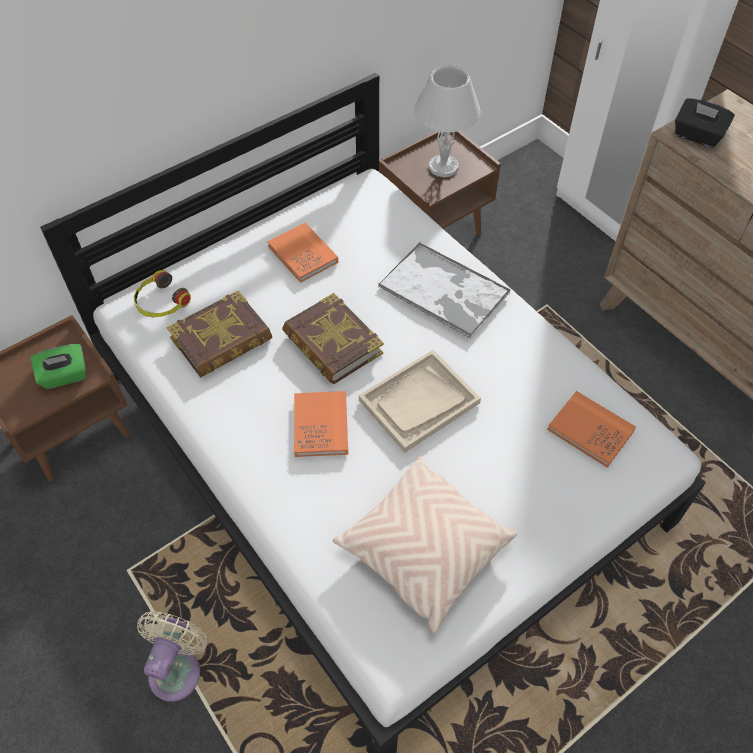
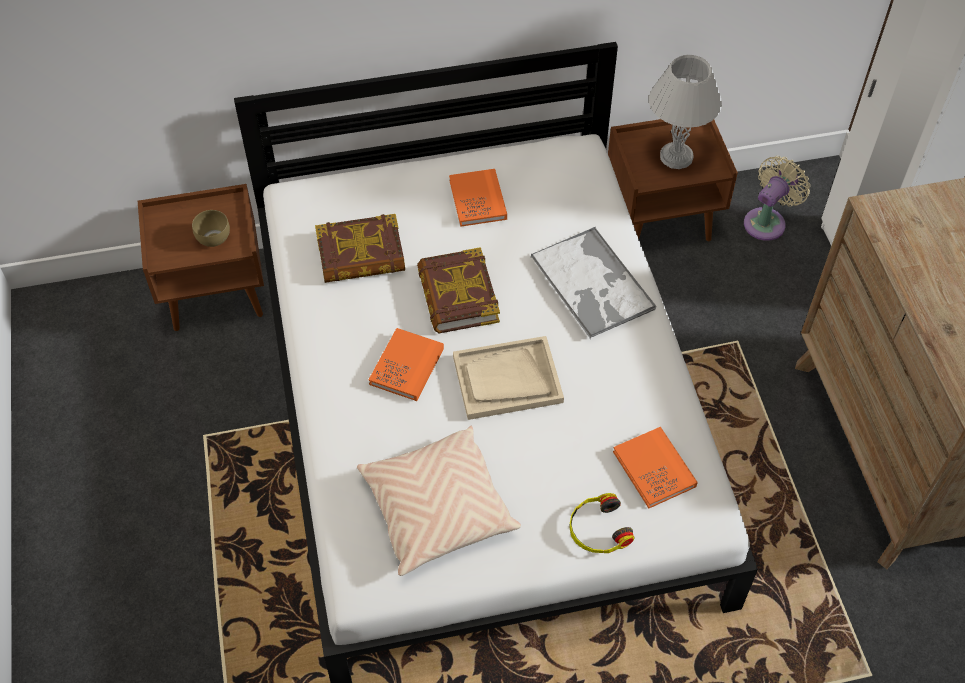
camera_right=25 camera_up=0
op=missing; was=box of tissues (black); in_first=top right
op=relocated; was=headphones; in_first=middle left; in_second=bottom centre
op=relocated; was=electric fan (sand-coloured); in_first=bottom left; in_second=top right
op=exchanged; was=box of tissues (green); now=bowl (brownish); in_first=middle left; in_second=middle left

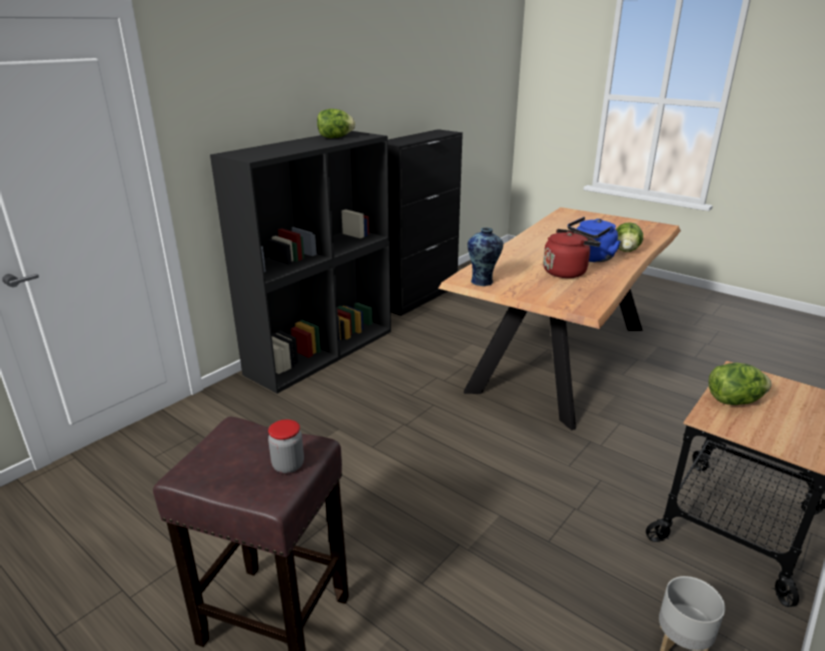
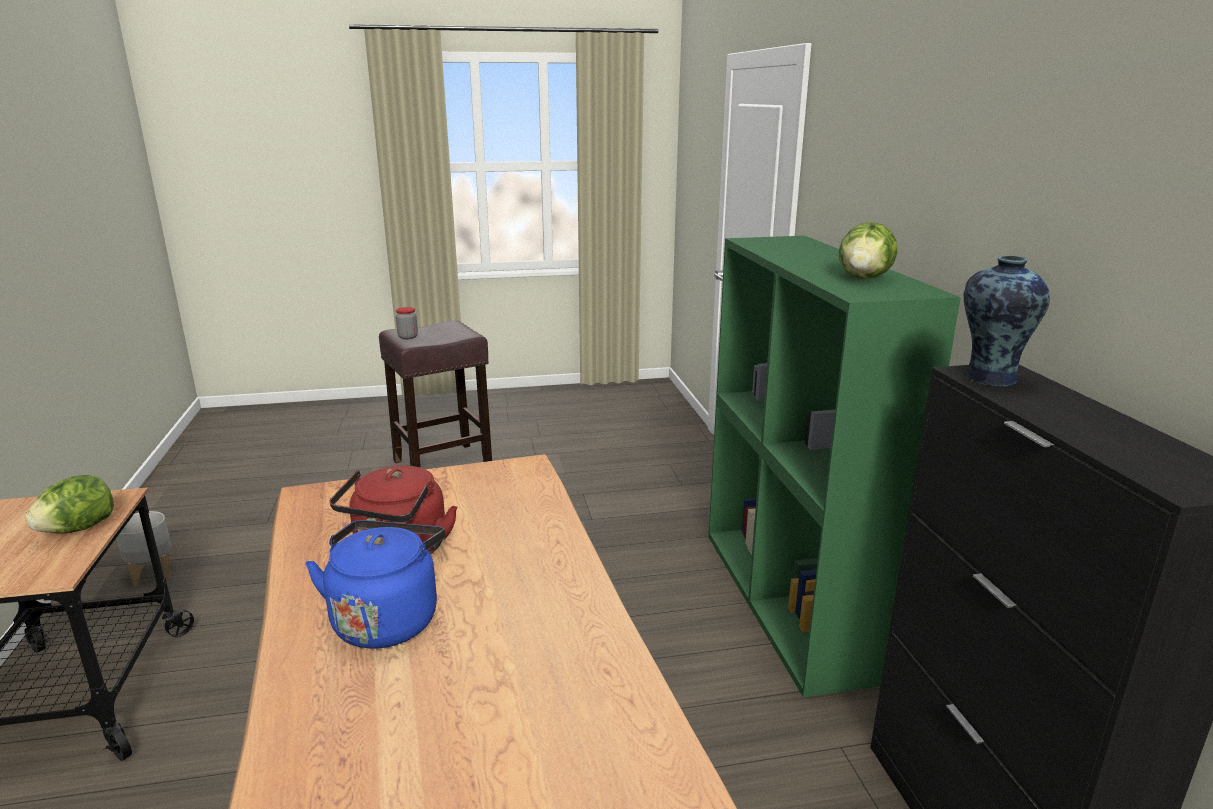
camera_right=130 camera_up=-5
op=missing; was=lettuce (no. 2 from left); in_first=middle right
op=relocated; was=flower vase; in_first=centre; in_second=middle right
op=colour; was=shelving unit (black); now=shelving unit (green); in_first=centre; in_second=middle right

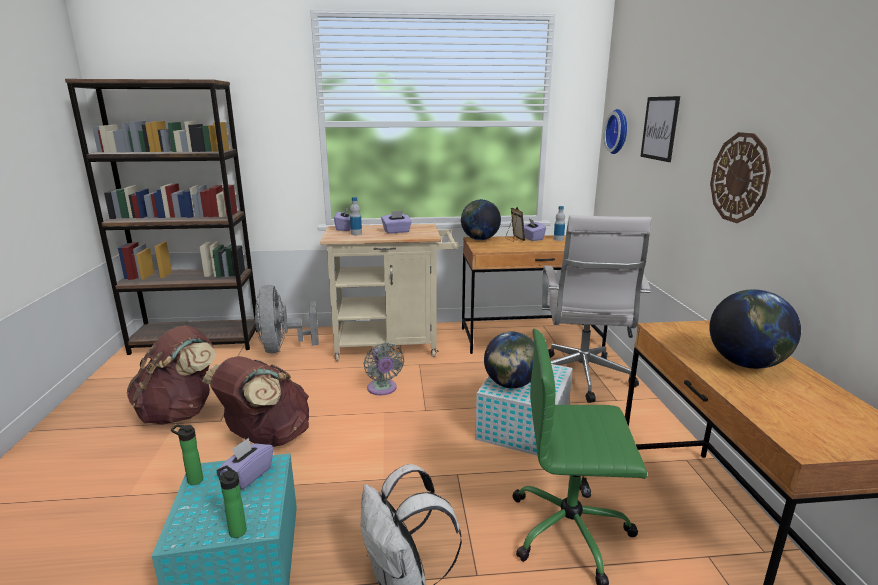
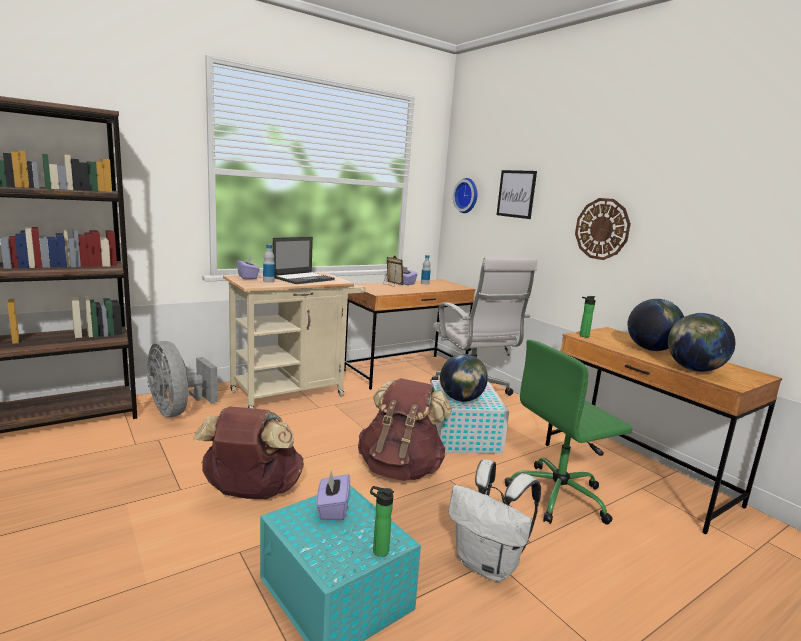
camera_right=-30 camera_up=-5
op=missing; was=electric fan (grey) (no. 2 from left); in_first=centre
op=relocated; was=rucksack (brownish) (no. 1 from left in the first image); now=rucksack (brownish) (no. 2 from left); in_first=middle left; in_second=bottom centre
op=relocated; was=beverage bottle (no. 1 from left in the first image); now=beverage bottle (no. 4 from left); in_first=bottom left; in_second=middle right
op=relocated; was=desk globe (no. 1 from left in the first image); now=desk globe (no. 3 from left); in_first=centre; in_second=middle right
op=exchanged; was=box of tissues (purple) (no. 3 from left); now=notebook computer; in_first=centre; in_second=centre

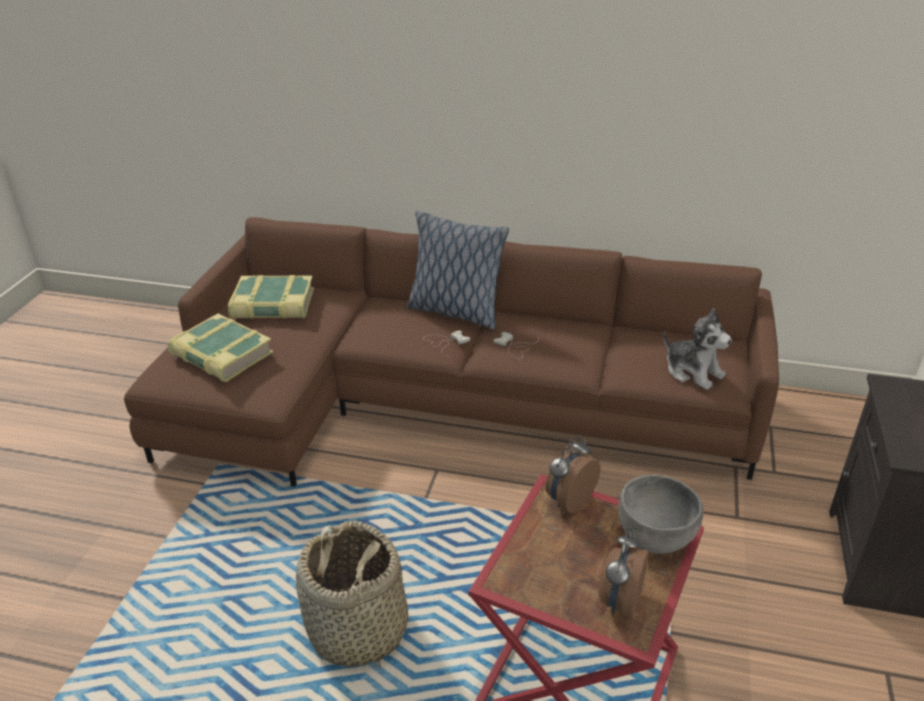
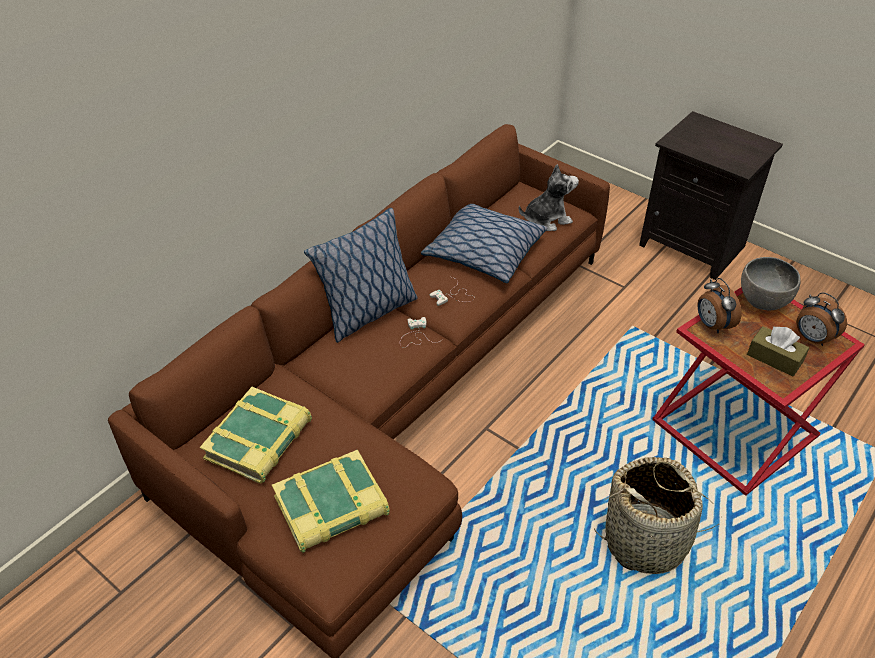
camera_right=-65 camera_up=10
op=appeared; now=pillow (no. 2 from left); in_second=centre
op=appeared; now=box of tissues (brownish); in_second=middle right

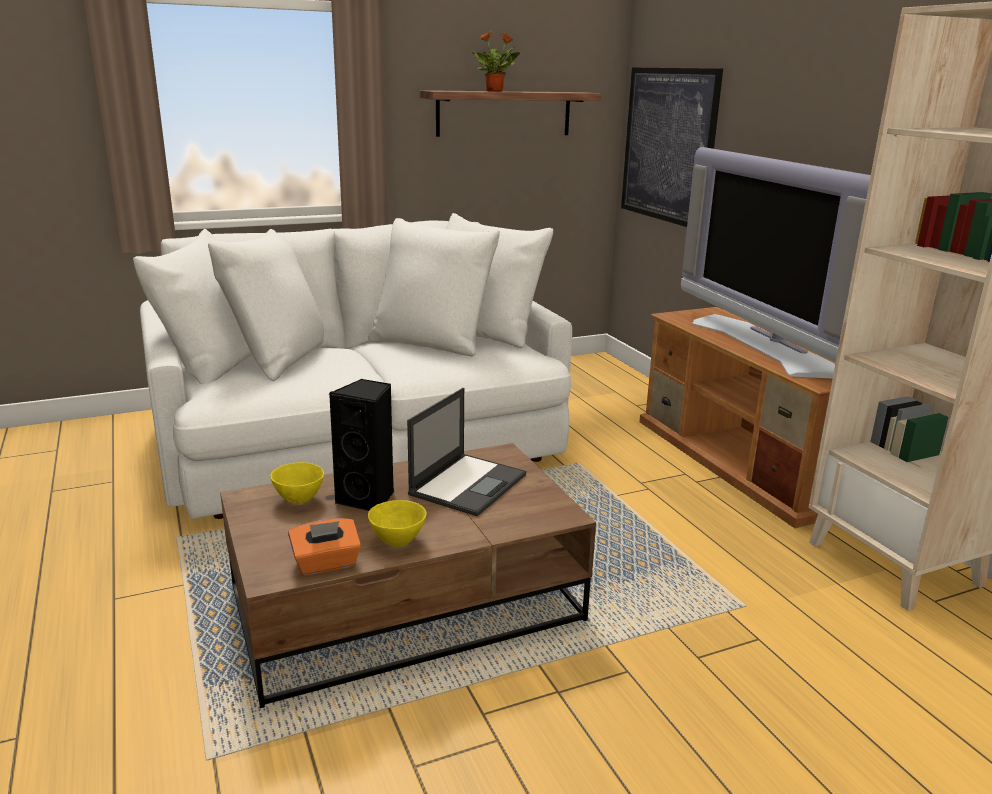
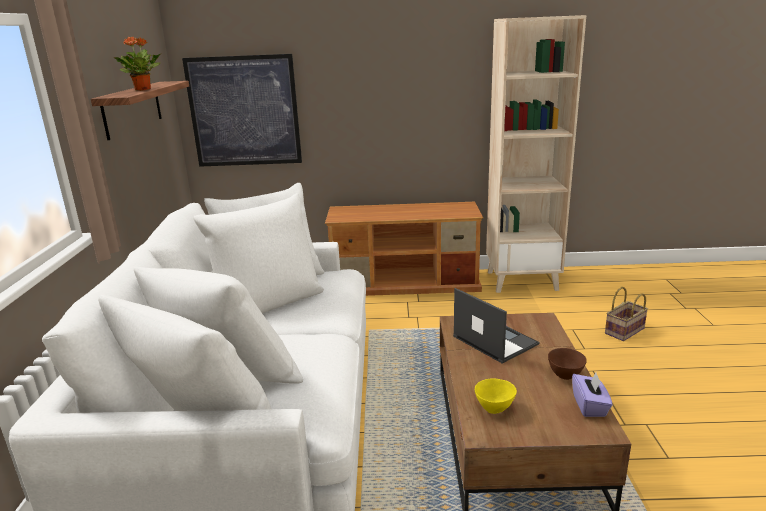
camera_right=-65 camera_up=0
op=missing; was=audio speaker (black); in_first=centre
op=missing; was=television; in_first=top right
op=appeared; now=household basket; in_second=middle right
op=colour; was=box of tissues (orange-coloured); now=box of tissues (purple); in_first=bottom left; in_second=bottom right
op=colour; was=bowl (yellow) (no. 2 from left); now=bowl (brownish); in_first=centre; in_second=bottom right

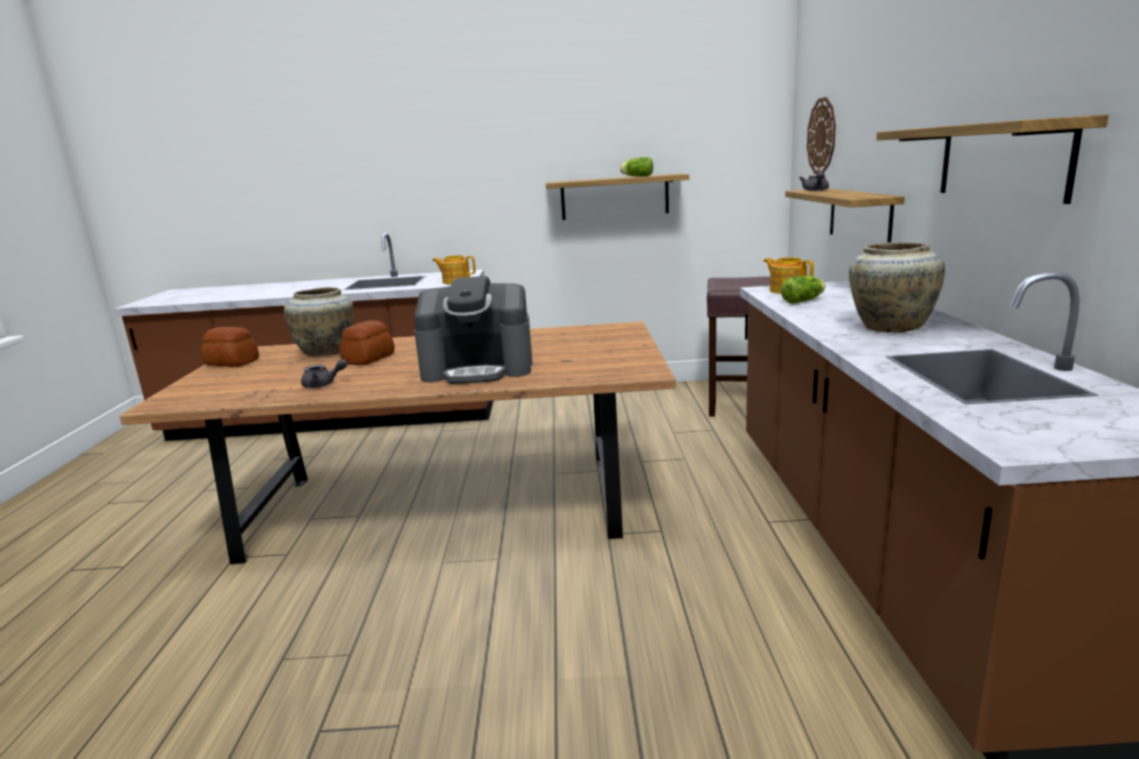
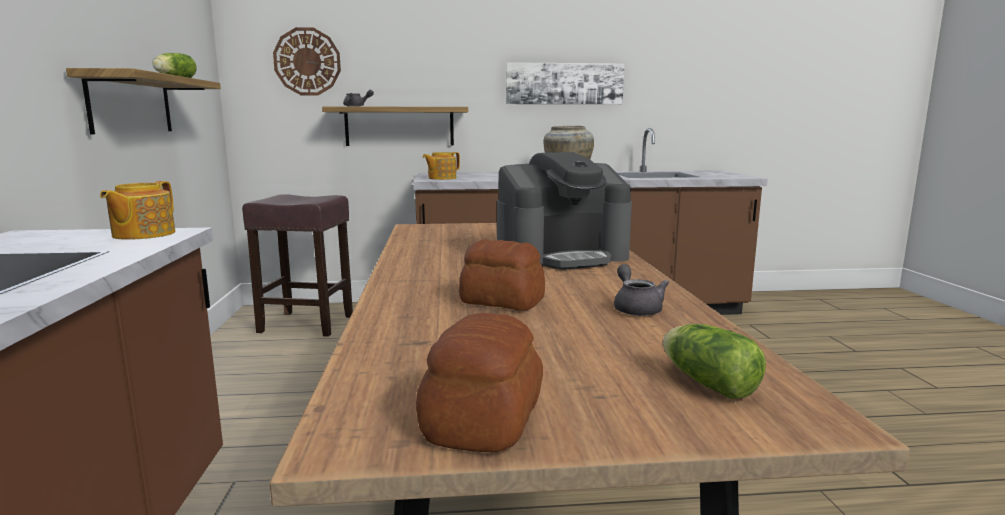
camera_right=-95 camera_up=-5
op=missing; was=flower vase (sand-coloured) (no. 1 from left); in_first=middle left
op=relocated; was=lettuce (no. 2 from left); in_first=middle right; in_second=bottom right
op=exchanged; was=bracket shelf (no. 3 from left); now=wall art; in_first=top right; in_second=top centre
op=spun; was=coffee brewer; in_first=centre; in_second=centre; clockwise=75

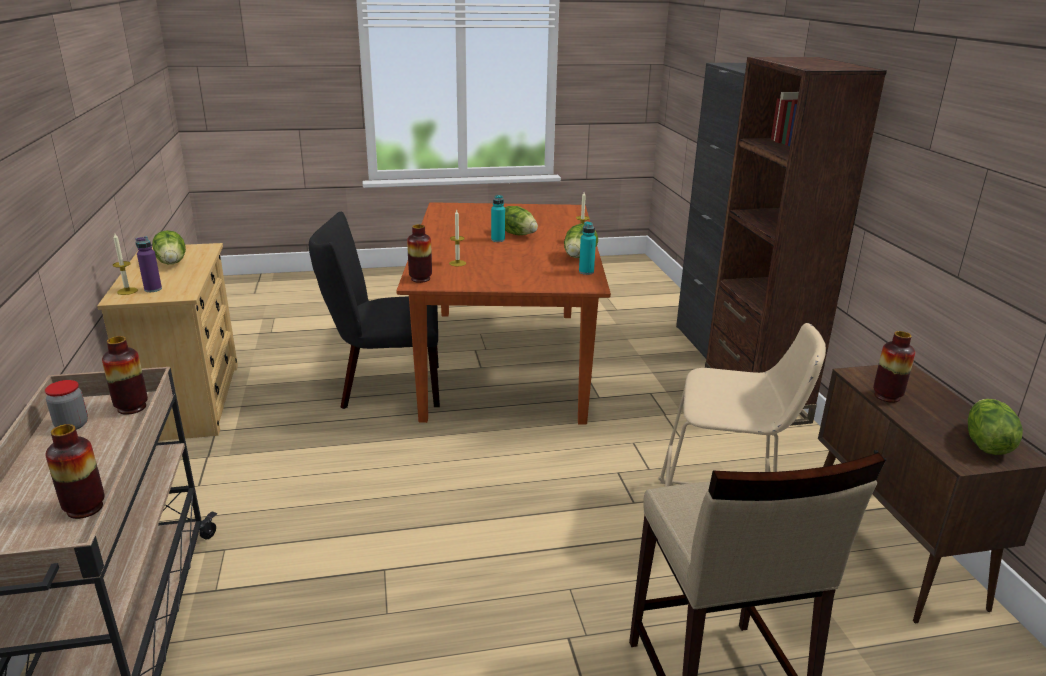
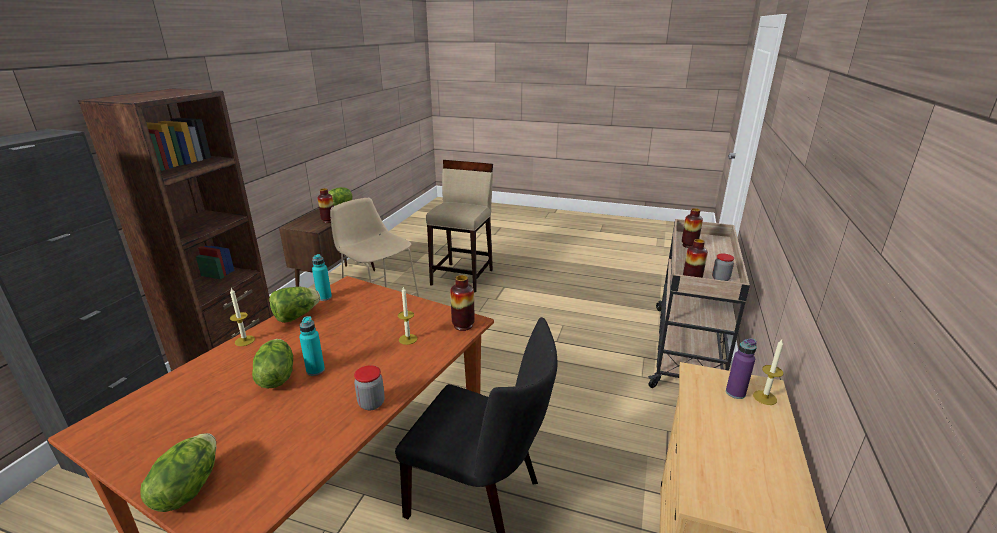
camera_right=-150 camera_up=0
op=appeared; now=storage jar (no. 1 from left); in_second=bottom centre
op=relocated; was=lettuce (no. 1 from left); in_first=middle left; in_second=bottom left

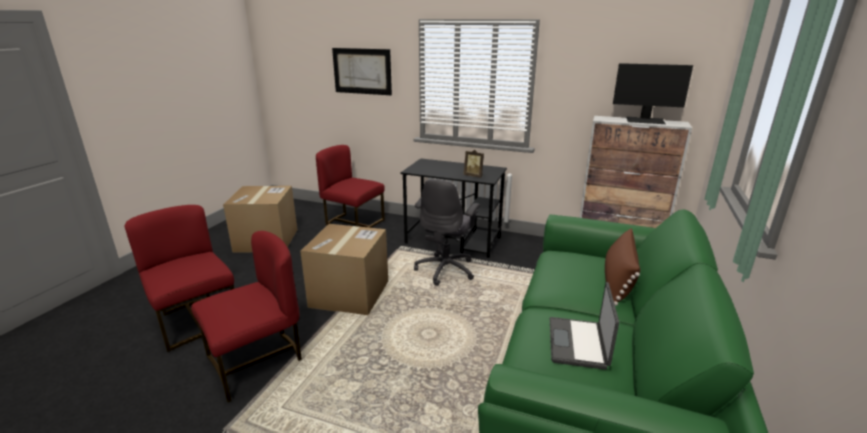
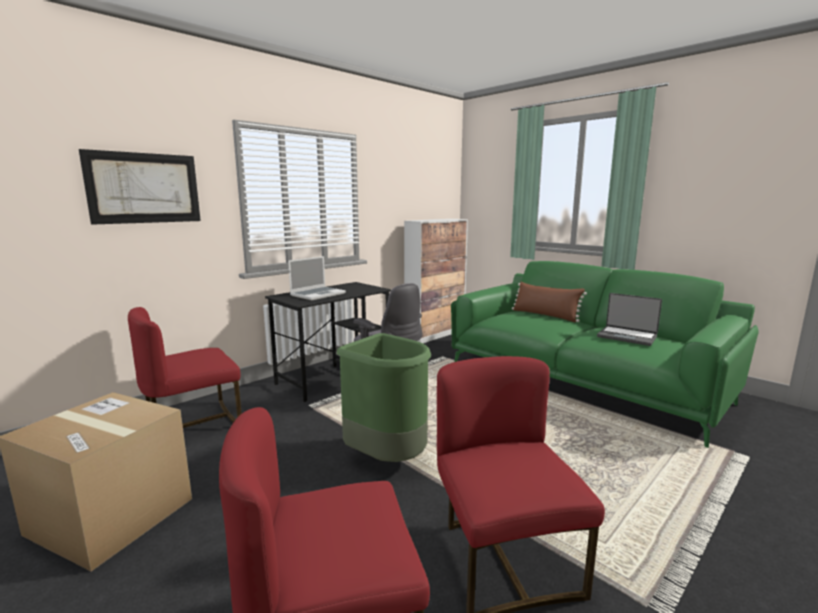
camera_right=-65 camera_up=-10
op=missing; was=standing frame; in_first=centre
op=missing; was=computer display; in_first=top right
op=appeared; now=notebook computer (no. 1 from left); in_second=centre
op=exchanged; was=cardboard box (no. 2 from left); now=trash can (green); in_first=centre; in_second=centre

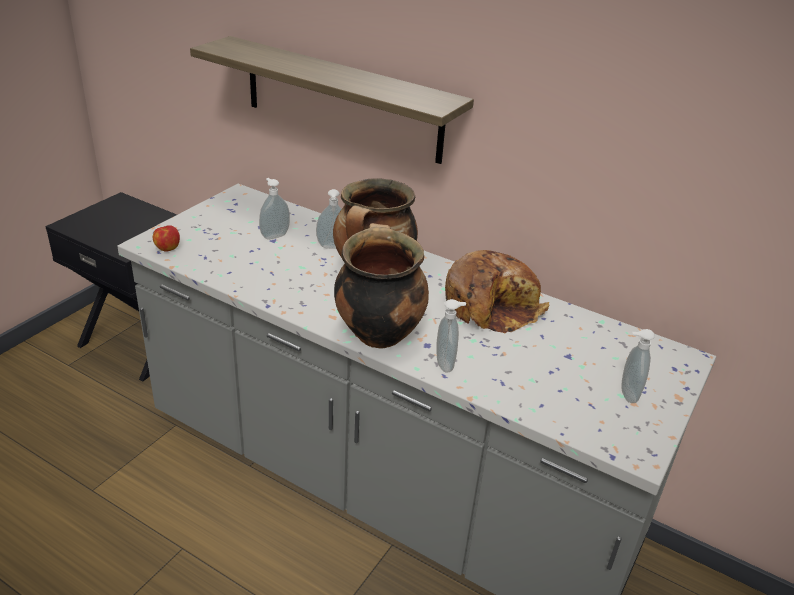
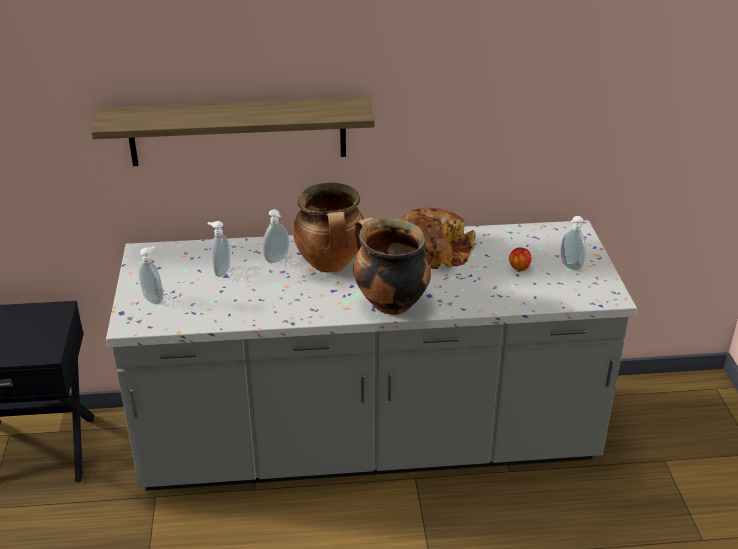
camera_right=-35 camera_up=0
op=relocated; was=apple; in_first=middle left; in_second=middle right
op=relocated; was=liquid soap bottle (no. 3 from left in the first image); now=liquid soap bottle (no. 1 from left); in_first=centre; in_second=middle left

